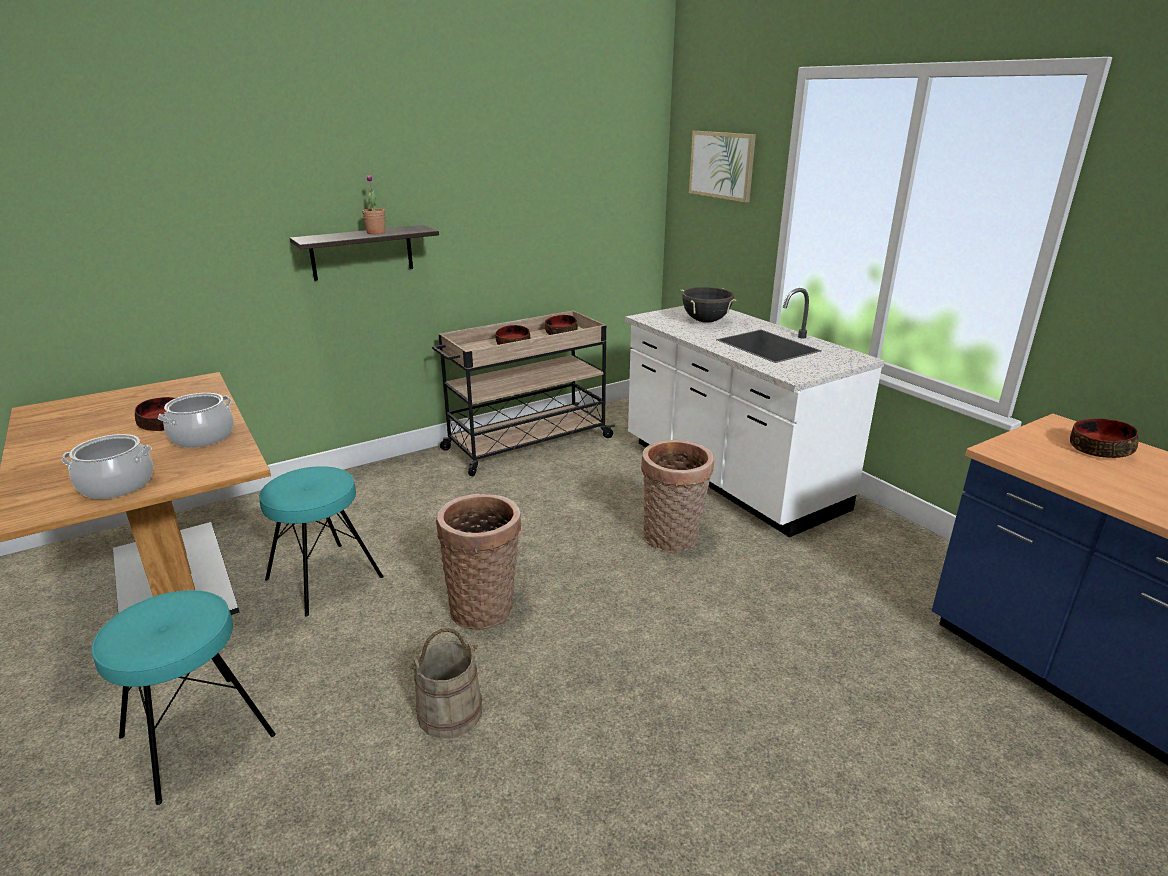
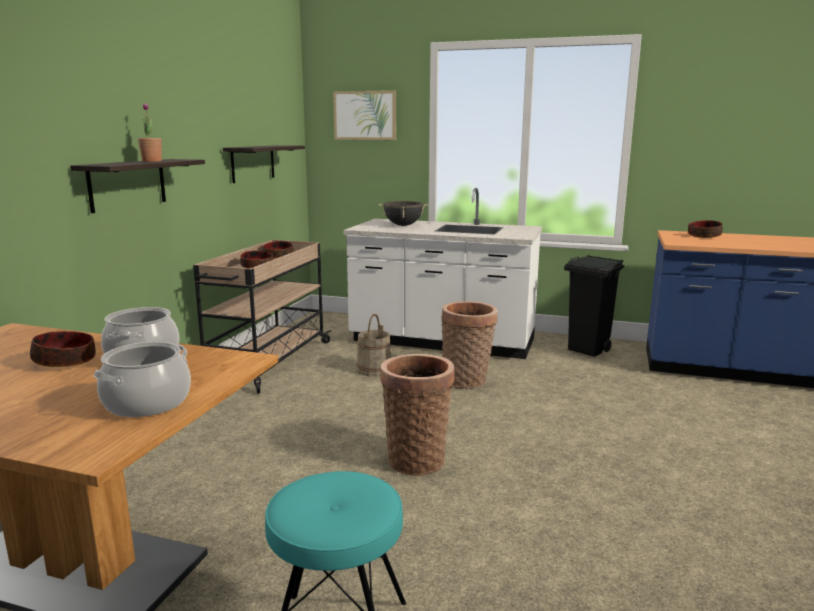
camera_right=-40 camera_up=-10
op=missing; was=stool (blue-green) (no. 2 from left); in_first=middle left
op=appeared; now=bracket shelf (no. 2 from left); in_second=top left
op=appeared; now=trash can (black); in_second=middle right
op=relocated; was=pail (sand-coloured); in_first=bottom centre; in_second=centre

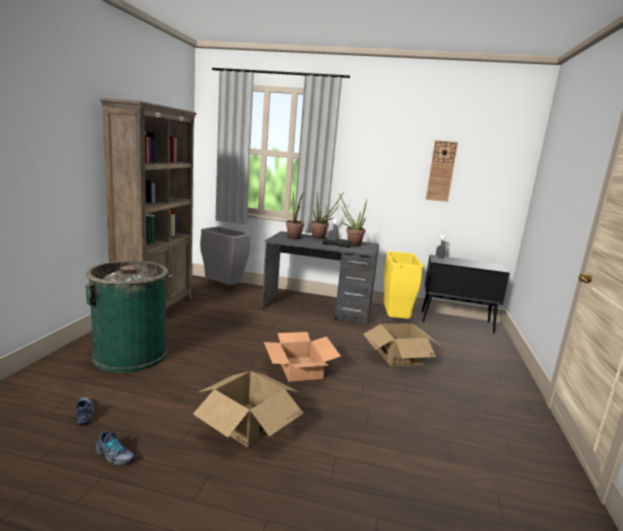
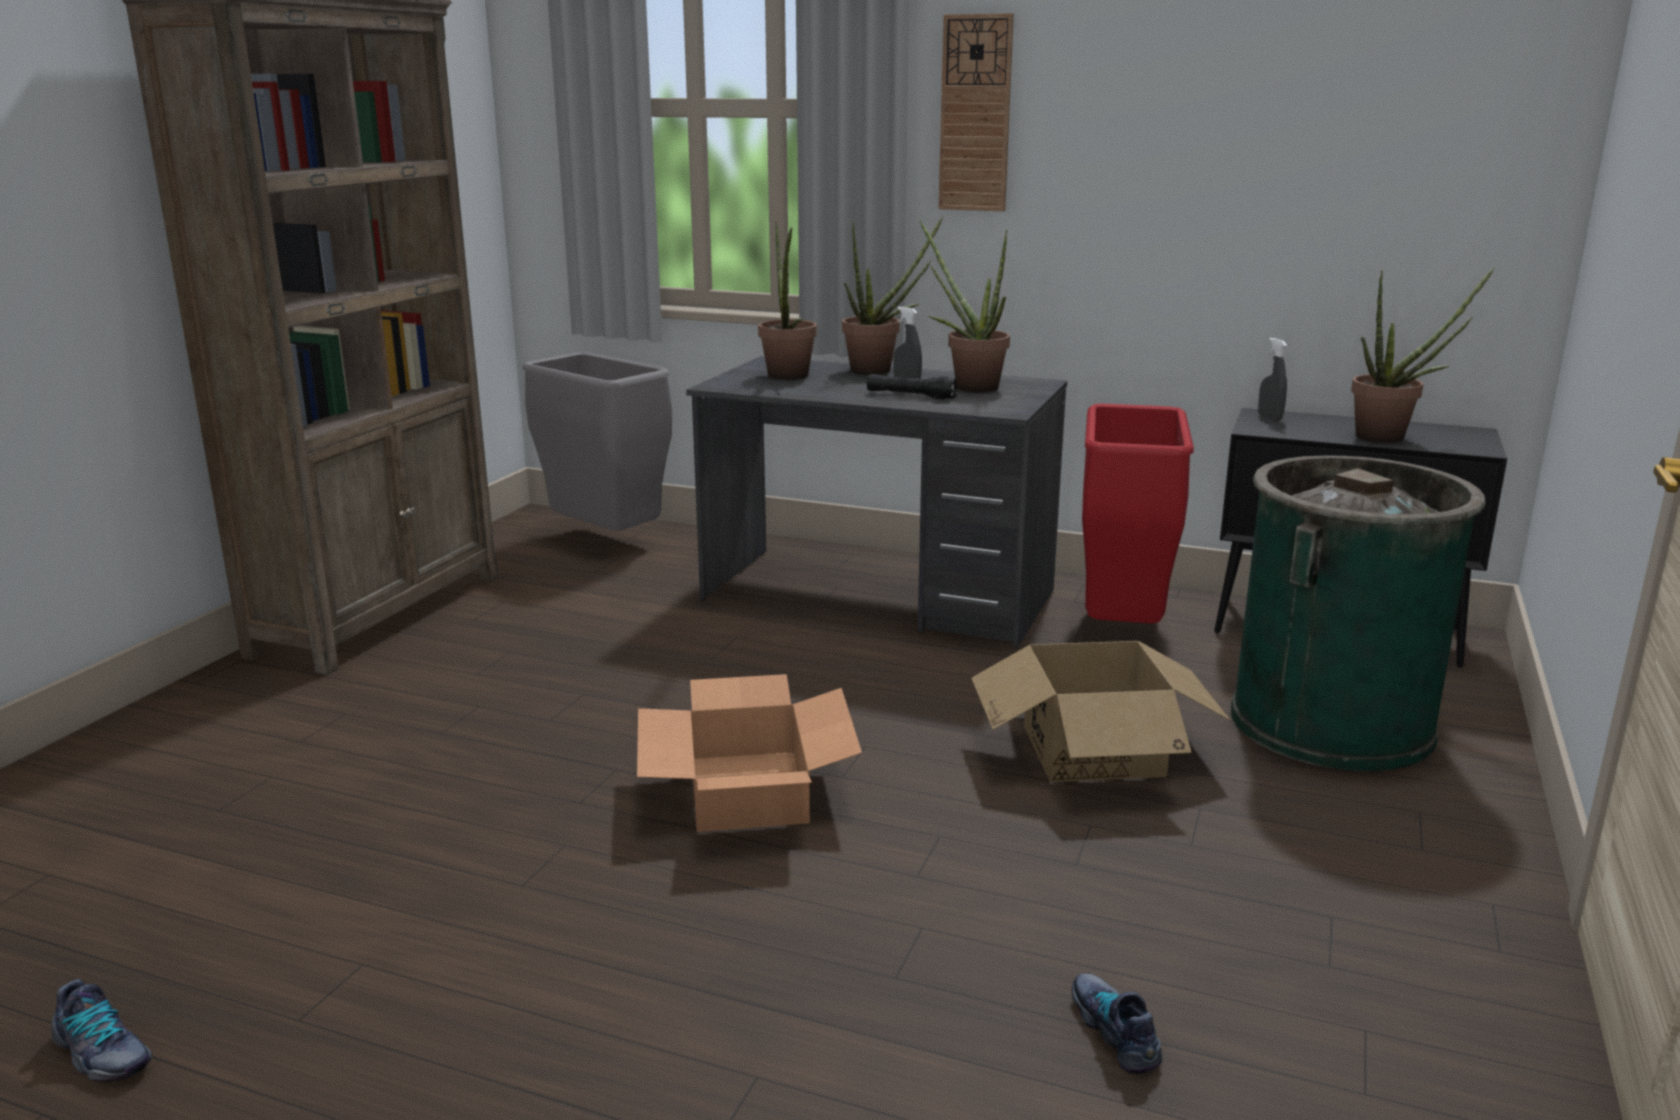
camera_right=10 camera_up=5
op=missing; was=cardboard box (no. 1 from left); in_first=bottom centre
op=appeared; now=houseplant (no. 4 from left); in_second=top right
op=relocated; was=shoe (no. 1 from left in the first image); now=shoe (no. 2 from left); in_first=bottom left; in_second=bottom centre
op=relocated; was=trash can (green); in_first=middle left; in_second=middle right
op=relocated; was=clock on the wall; in_first=top right; in_second=top centre
op=colour; was=trash can (yellow); now=trash can (red); in_first=centre; in_second=middle right

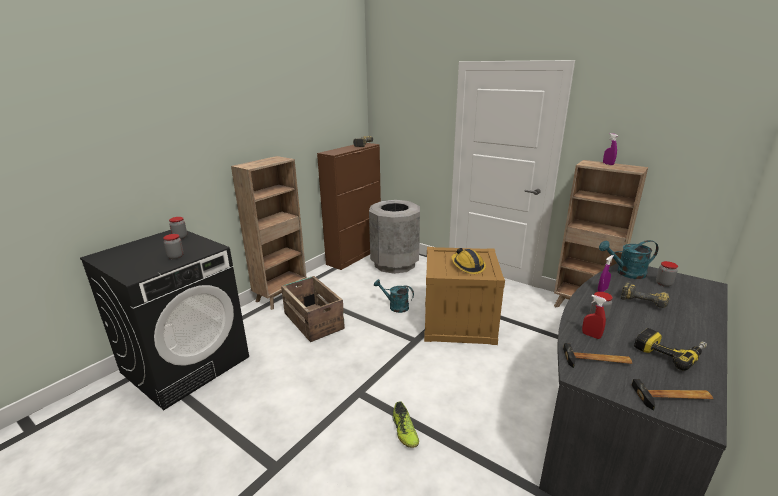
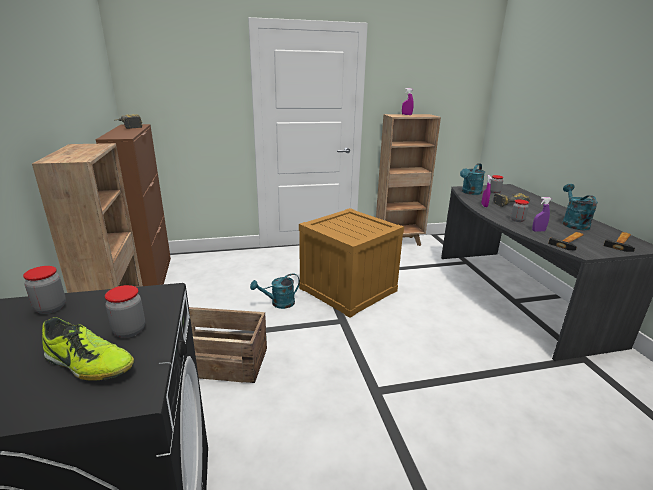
camera_right=-50 camera_up=0
op=missing; was=trash can (grey); in_first=centre
op=missing; was=safety helmet; in_first=centre
op=relocated; was=shoe; in_first=bottom centre; in_second=bottom left
op=exchanged; was=power drill (no. 3 from left); now=watering pot (blue-green) (no. 3 from left); in_first=bottom right; in_second=middle right
op=colour; was=hand sprayer (red); now=hand sprayer (purple) (no. 3 from left); in_first=middle right; in_second=middle right

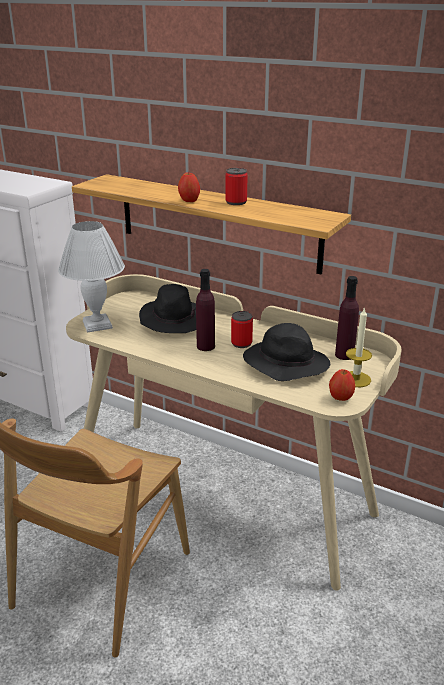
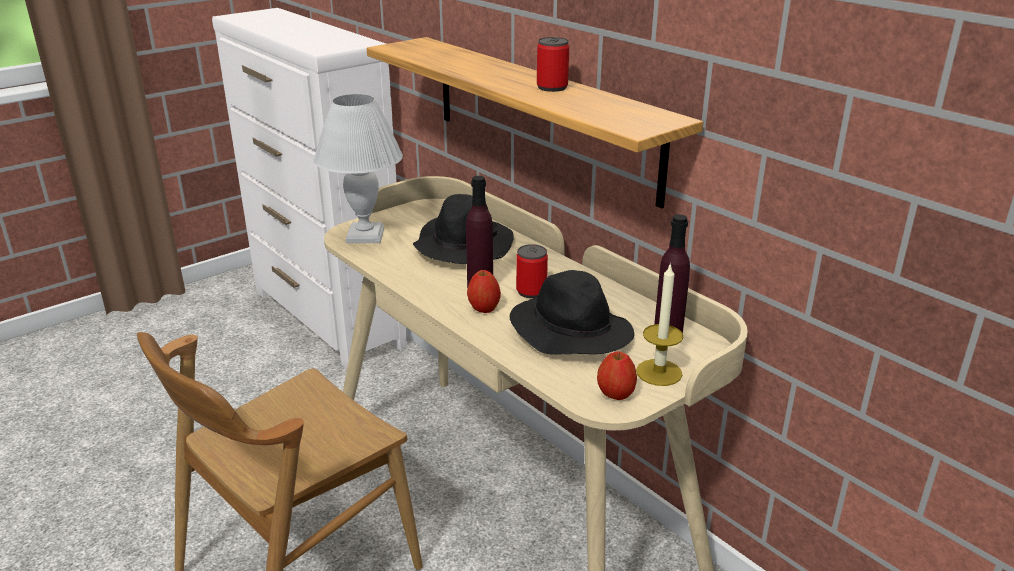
camera_right=20 camera_up=0
op=relocated; was=apple (no. 1 from left); in_first=top centre; in_second=centre

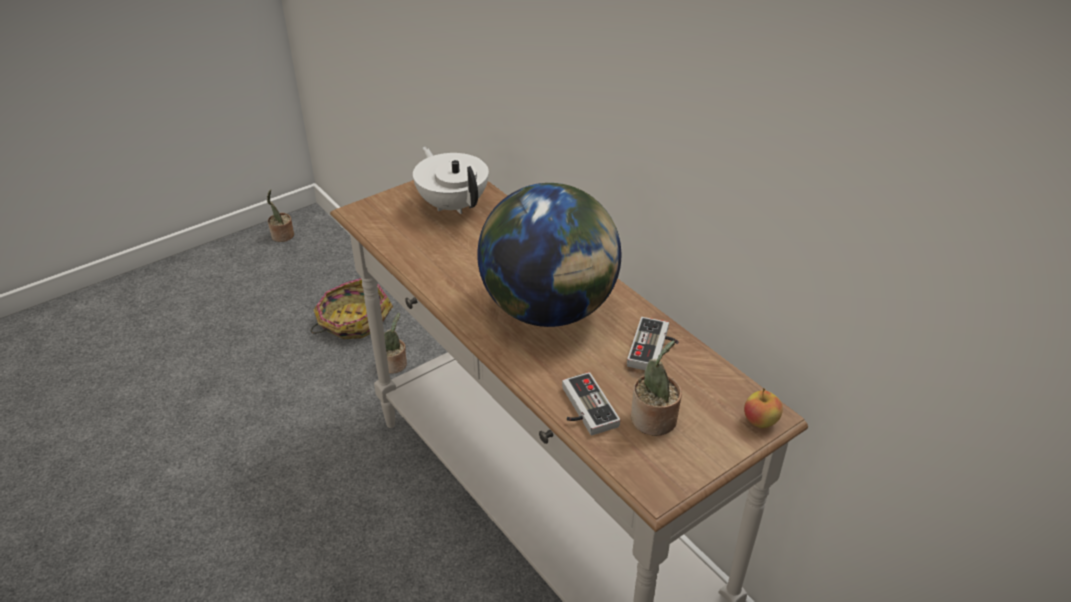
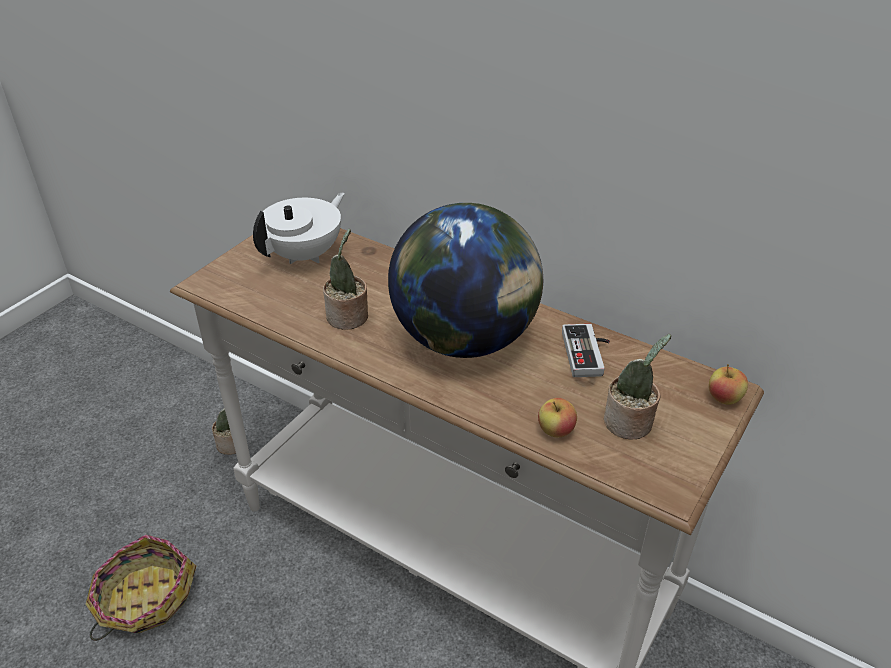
camera_right=-20 camera_up=0
op=relocated; was=houseplant (no. 1 from left in the first image); now=houseplant (no. 2 from left); in_first=middle left; in_second=centre
op=relocated; was=household basket; in_first=middle left; in_second=bottom left
op=exchanged; was=game controller (no. 1 from left); now=apple (no. 1 from left); in_first=bottom centre; in_second=centre
op=spun; was=tea pot (whitish); in_first=top centre; in_second=centre; clockwise=90

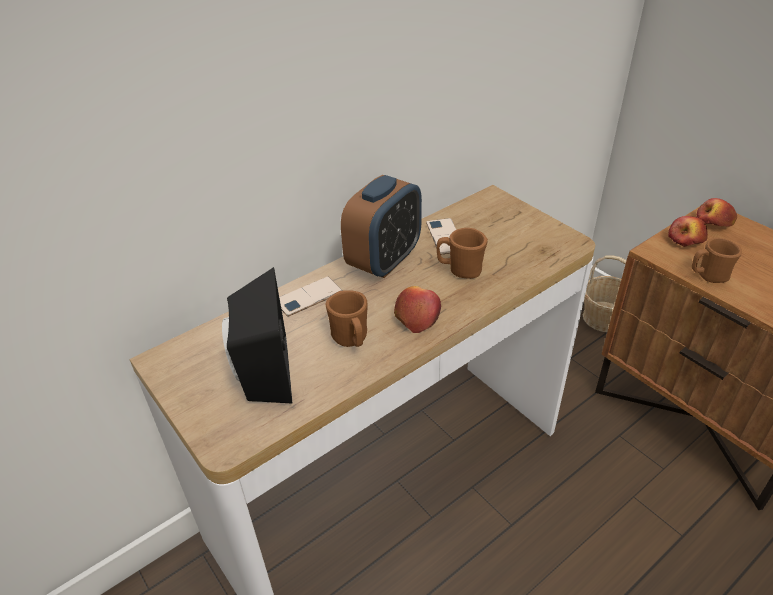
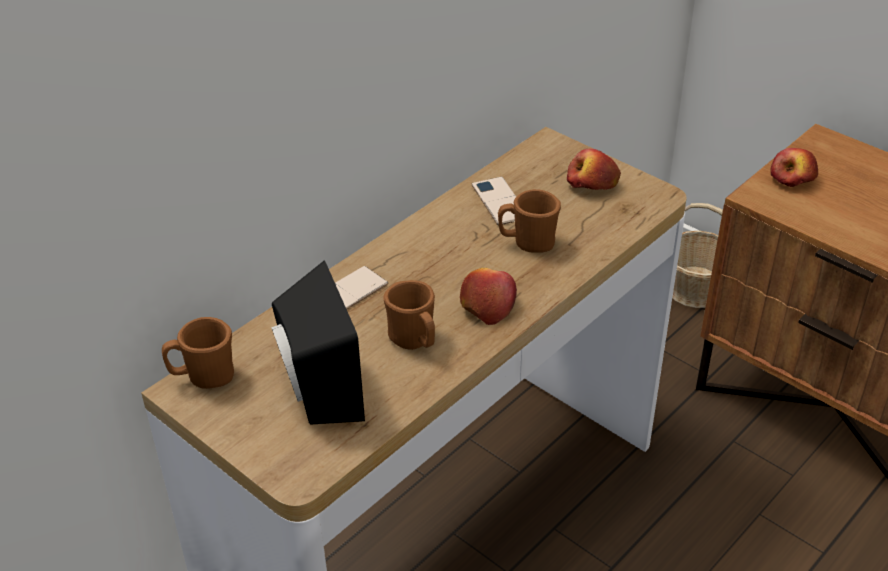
camera_right=-10 camera_up=0
op=missing; was=bedside clock; in_first=centre
op=relocated; was=coffee mug (brownish) (no. 3 from left in the first image); now=coffee mug (brownish) (no. 1 from left); in_first=middle right; in_second=middle left
op=relocated; was=apple (no. 3 from left in the first image); now=apple (no. 2 from left); in_first=middle right; in_second=top right

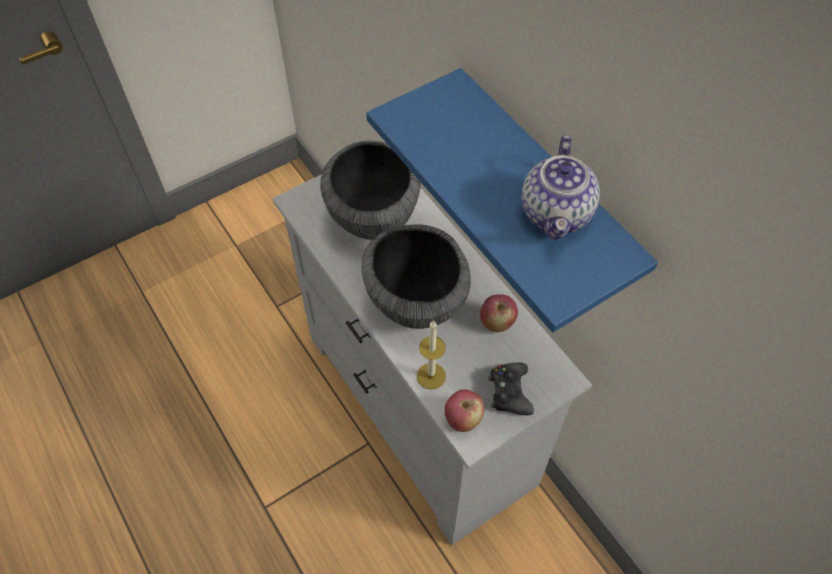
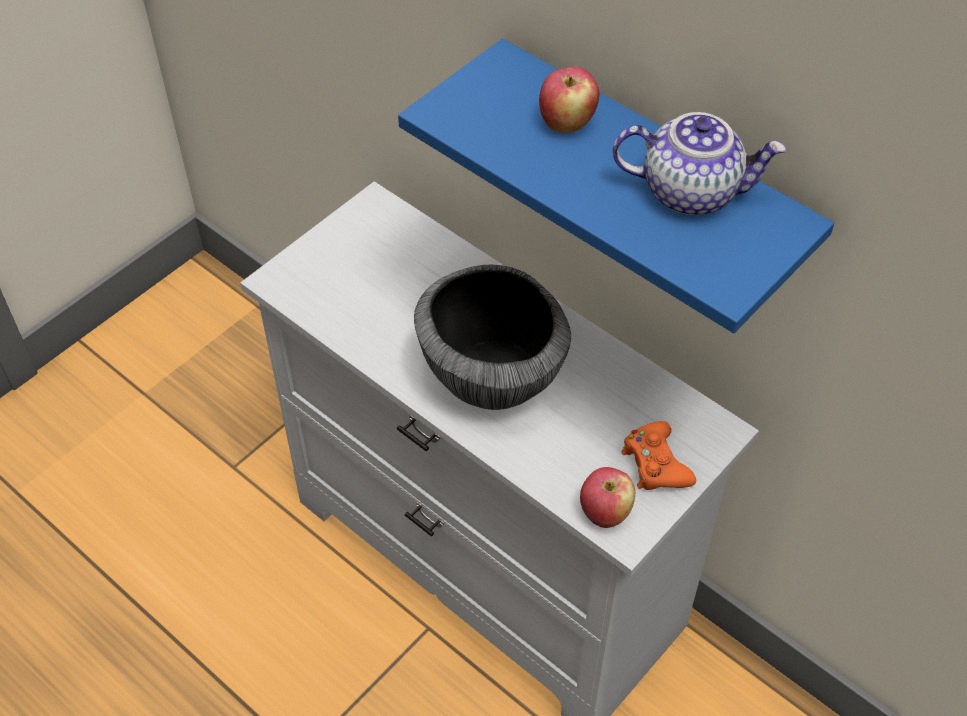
camera_right=-15 camera_up=-5
op=missing; was=bowl (no. 1 from left); in_first=top centre
op=missing; was=candle; in_first=centre
op=relocated; was=apple (no. 2 from left in the first image); now=apple (no. 1 from left); in_first=centre; in_second=top centre
op=colour; was=game controller (black); now=game controller (orange-coloured); in_first=bottom centre; in_second=middle right
op=spun; was=tea pot; in_first=top right; in_second=top right; clockwise=-75

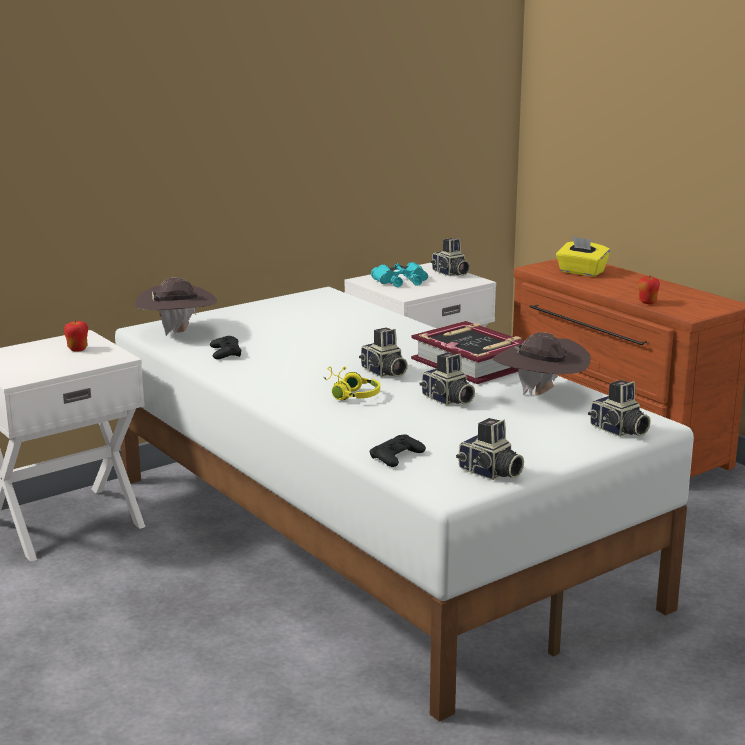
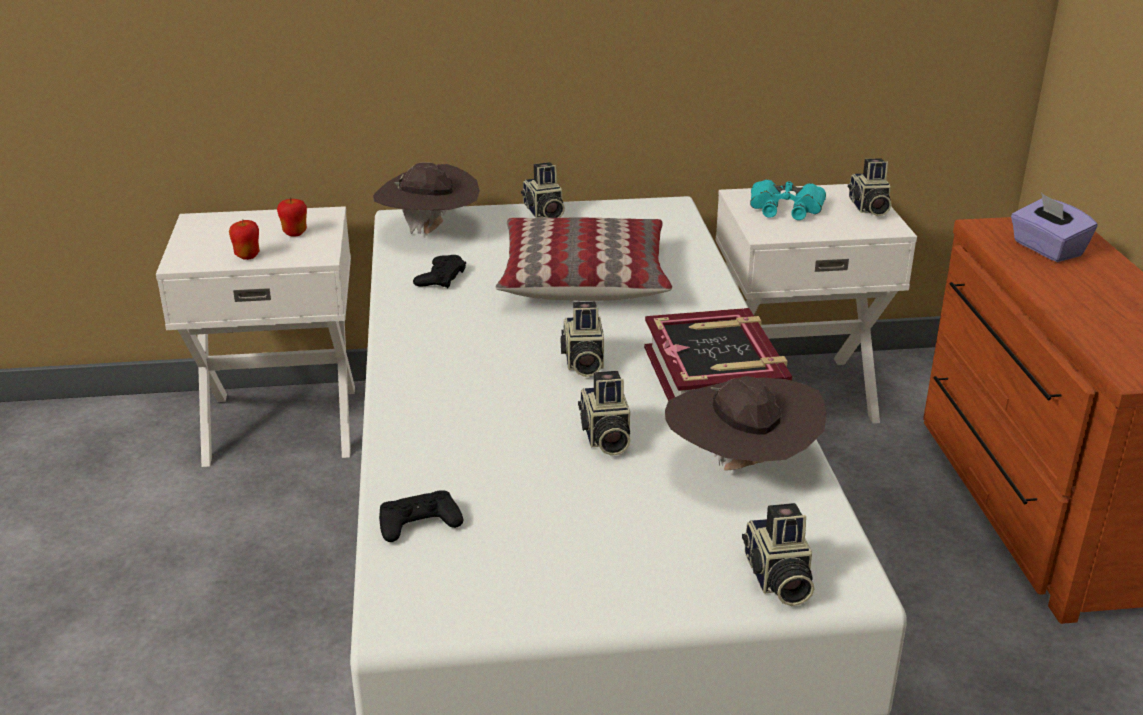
camera_right=30 camera_up=10
op=missing; was=headphones (yellow); in_first=centre
op=appeared; now=pillow; in_second=centre
op=relocated; was=photo camera (no. 4 from left in the first image); now=photo camera (no. 1 from left); in_first=centre; in_second=top centre
op=relocated; was=apple (no. 2 from left in the first image); now=apple (no. 1 from left); in_first=middle right; in_second=middle left
op=colour; was=box of tissues (yellow); now=box of tissues (purple); in_first=middle right; in_second=top right

